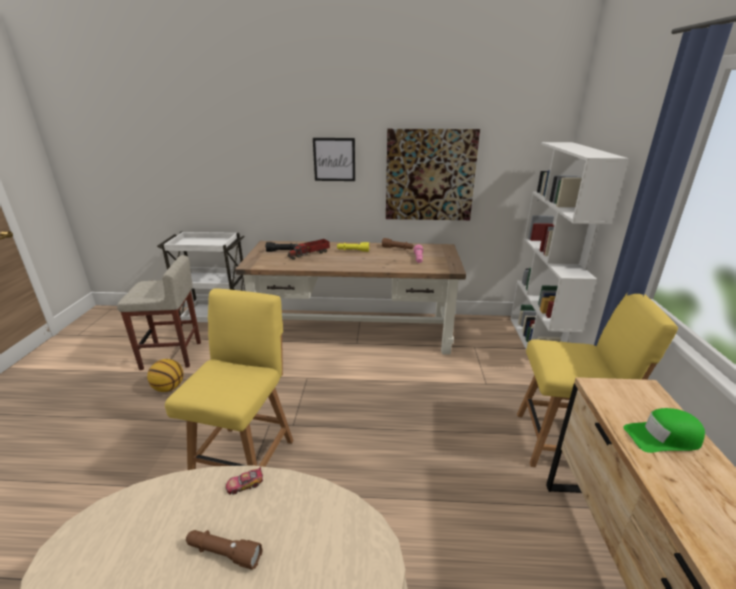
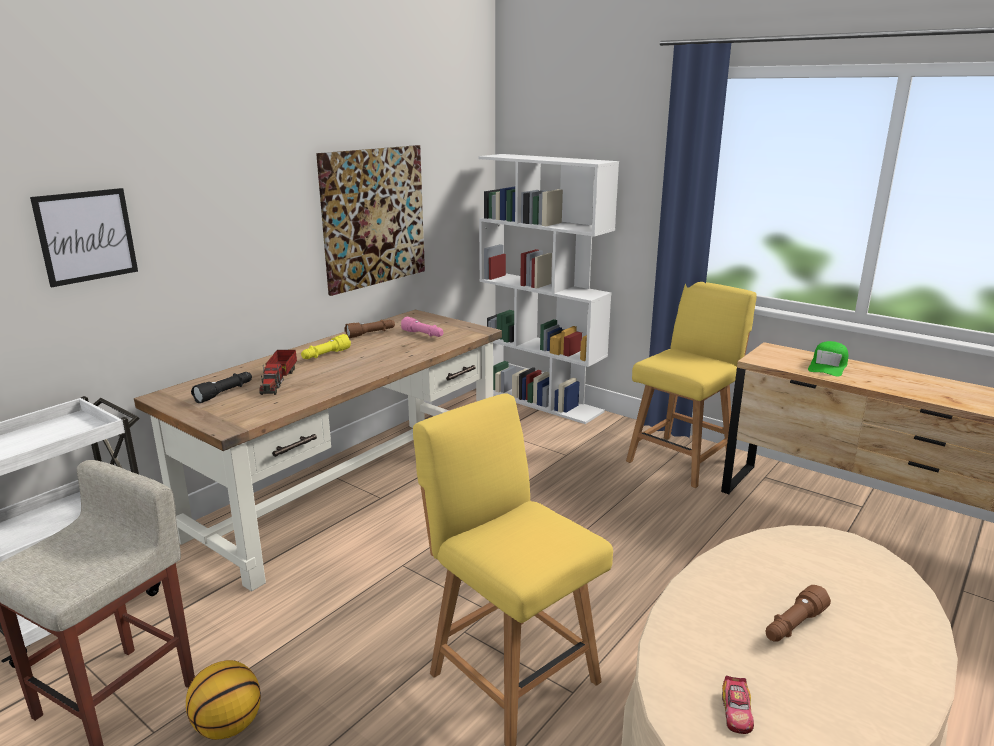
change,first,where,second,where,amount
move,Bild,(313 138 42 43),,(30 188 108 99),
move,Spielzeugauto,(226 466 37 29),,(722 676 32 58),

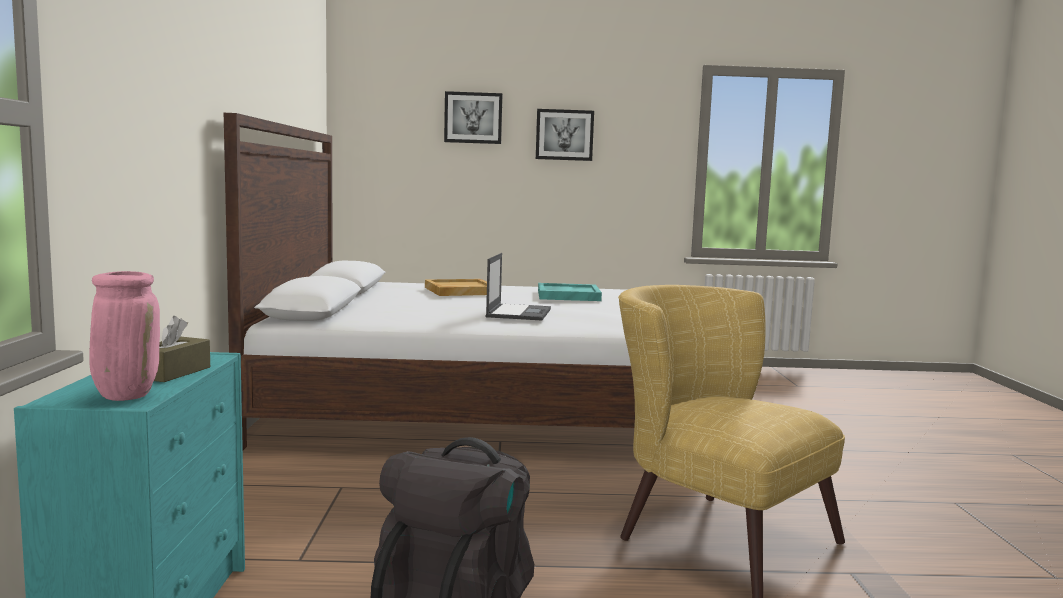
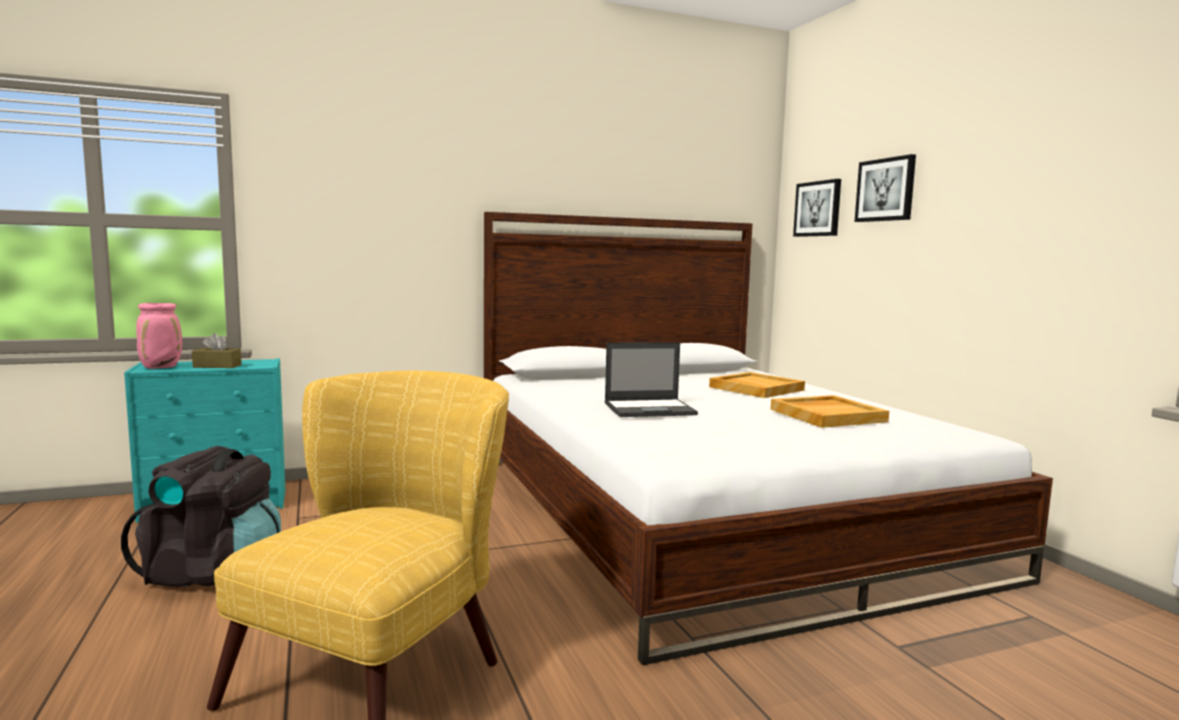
change,first,where,second,where,amount
recolor,Tablett/türkis,(538 283 64 18),Tablett/beige,(771 395 118 33),
move,Bild,(536 109 58 52),,(793 179 48 58),

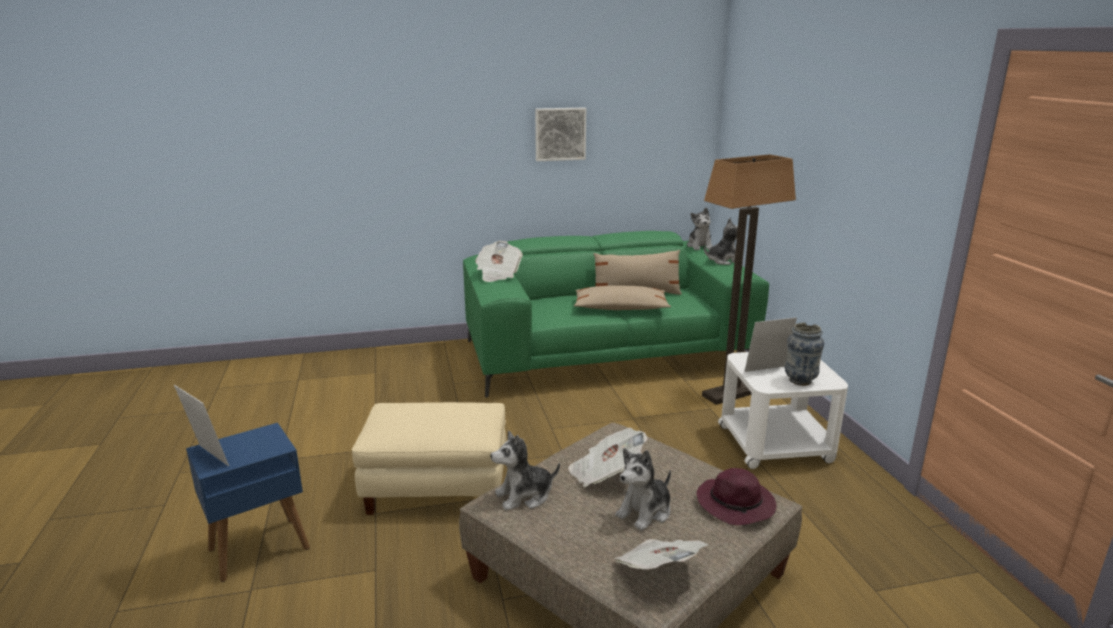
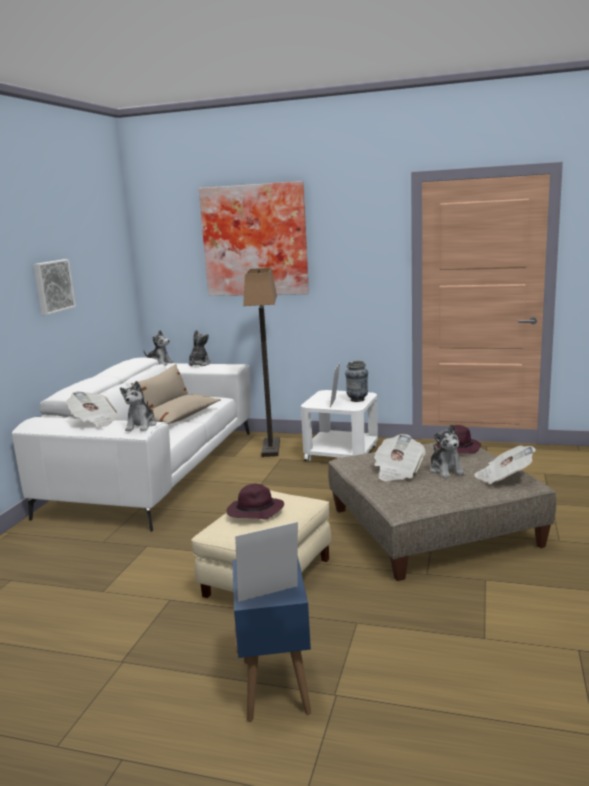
change,first,where,second,where,amount
recolor,Sofa/grün,(463 231 306 167),Sofa/weiß,(12 358 239 174),
move,Plüschtier,(491 431 69 80),,(120 381 37 50),
insert,,,Bild,(199 181 110 115),
insert,,,Hut/lila,(226 484 58 36),

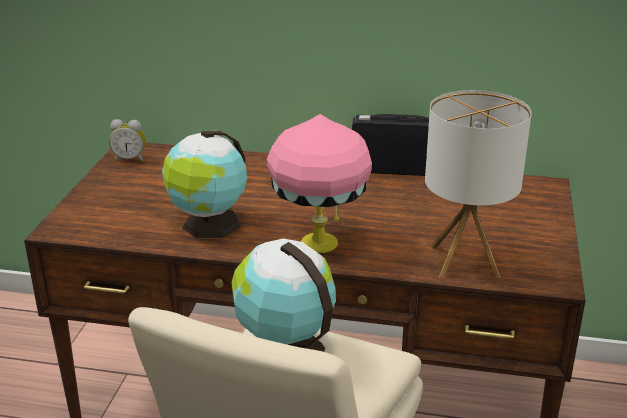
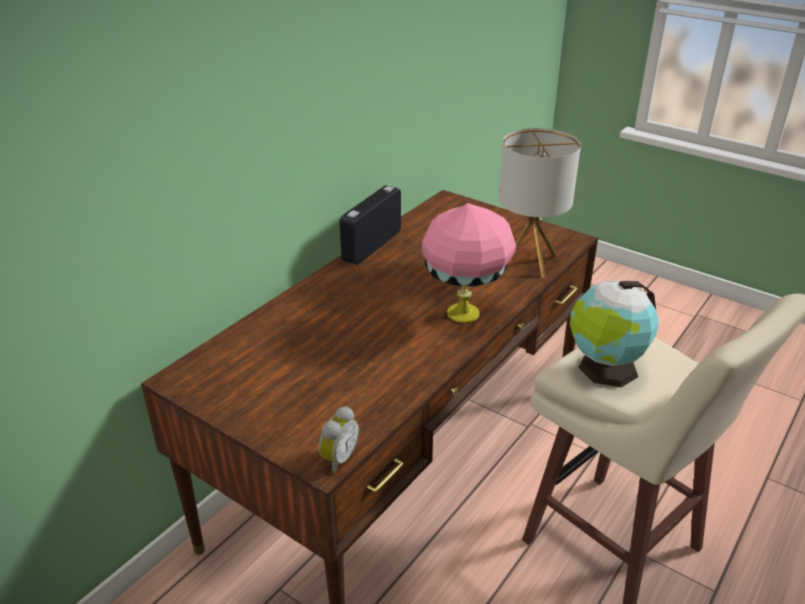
change,first,where,second,where,amount
move,Wecker,(109 119 37 43),,(319 406 40 67),
delete,Globus,(162 130 85 109),,,

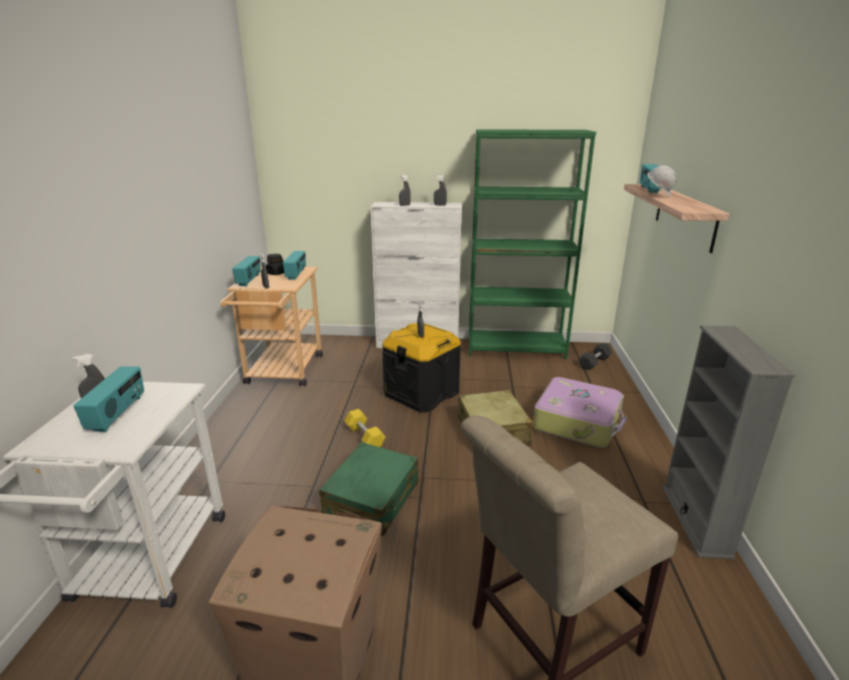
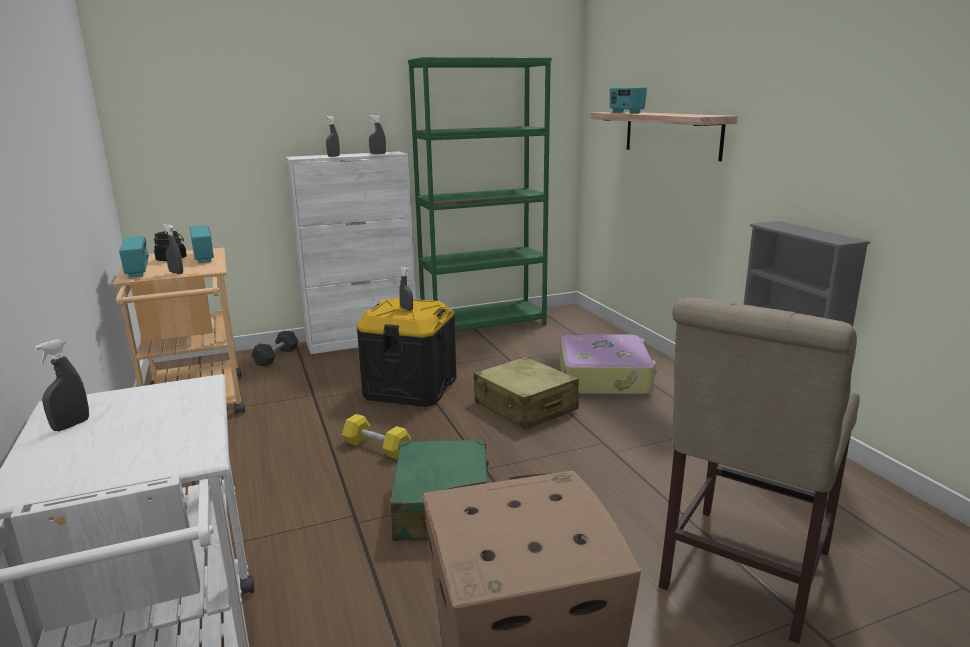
change,first,where,second,where,amount
move,Hantel/schwarz,(578 343 34 27),,(251 331 48 35),
delete,Radio,(74 366 70 66),,,
delete,Schutzhelm/weiß,(647 165 30 33),,,

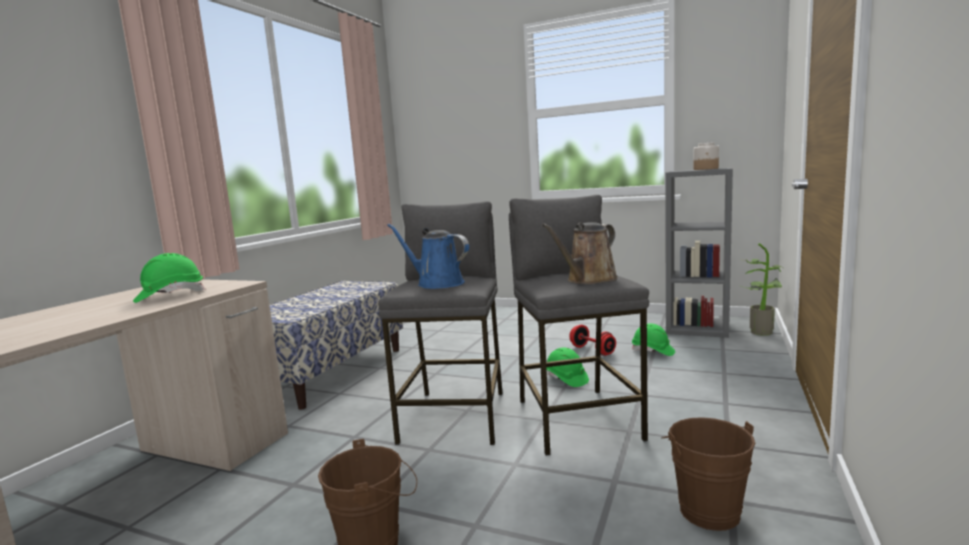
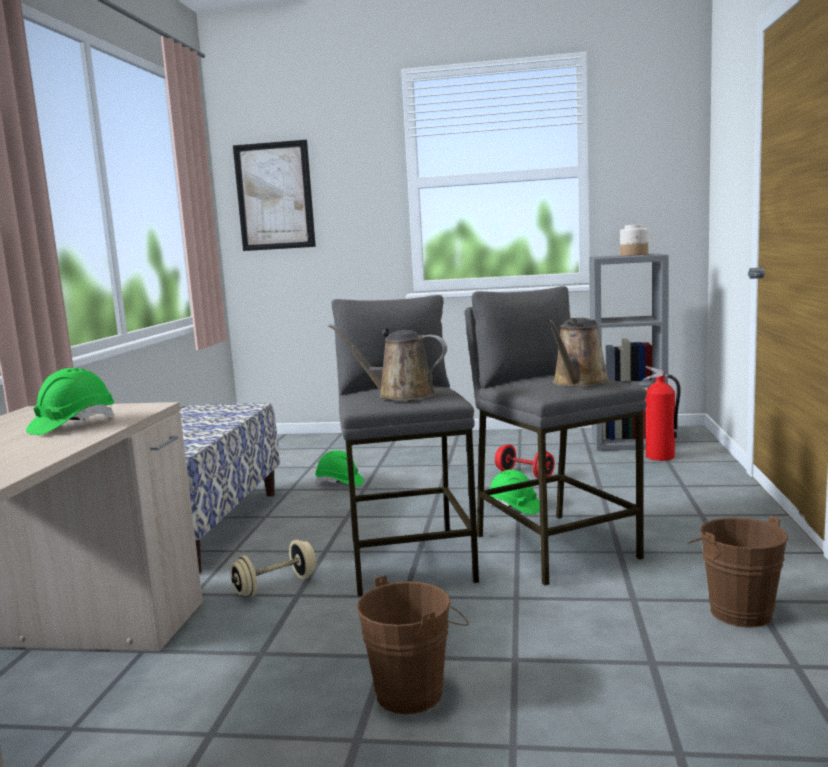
change,first,where,second,where,amount
insert,,,Hantel/beige,(230 540 86 57),
insert,,,Bild,(233 140 83 111),
move,Schutzhelm/grün,(632 323 43 33),,(315 450 49 37),
recolor,Gießkanne/blau,(387 224 82 65),Gießkanne/braun,(328 324 119 77),
insert,,,Feuerlöscher,(642 366 39 95),
delete,Topfpflanze,(739 243 43 93),,,

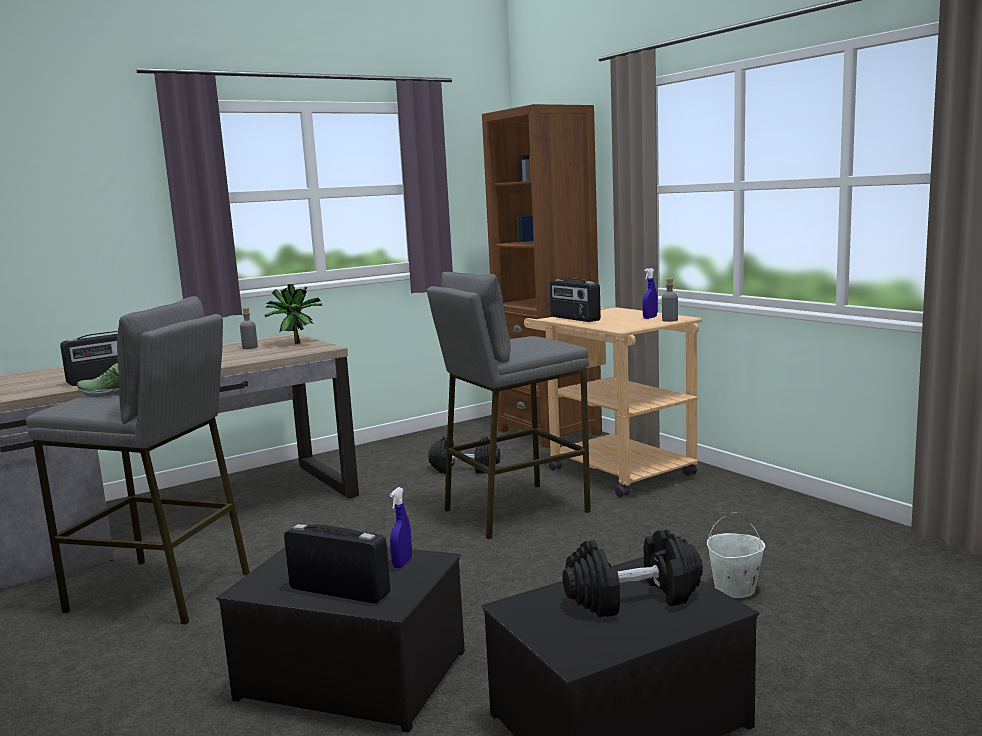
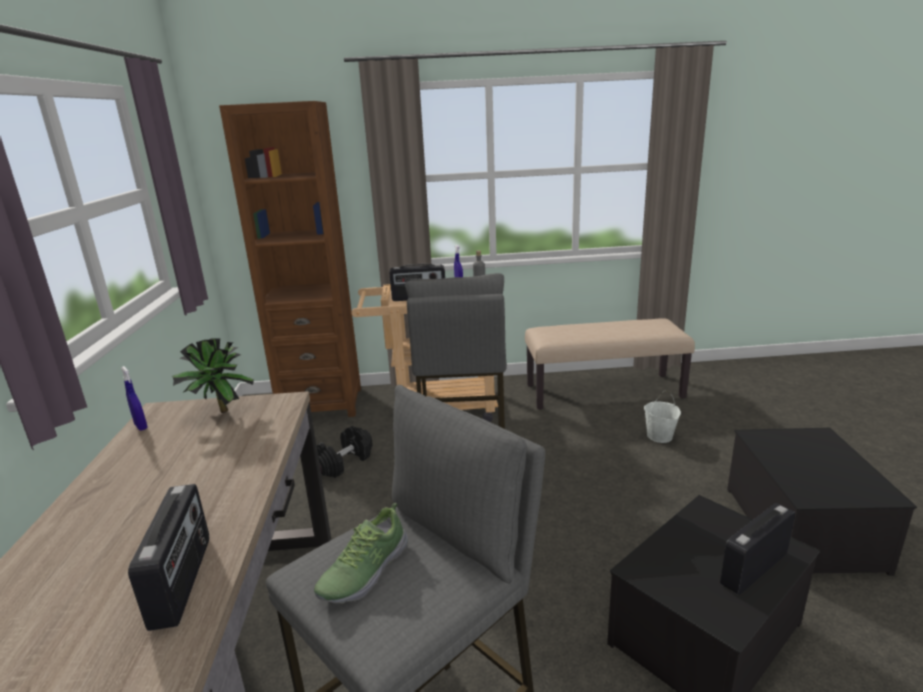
change,first,where,second,where,amount
move,Sprühflasche/blau,(390 487 22 81),,(121 366 26 64),
insert,,,Bank/beige,(525 319 170 90),
delete,Flasche/grau,(240 308 18 41),,,
delete,Hantel/schwarz,(562 530 141 87),,,

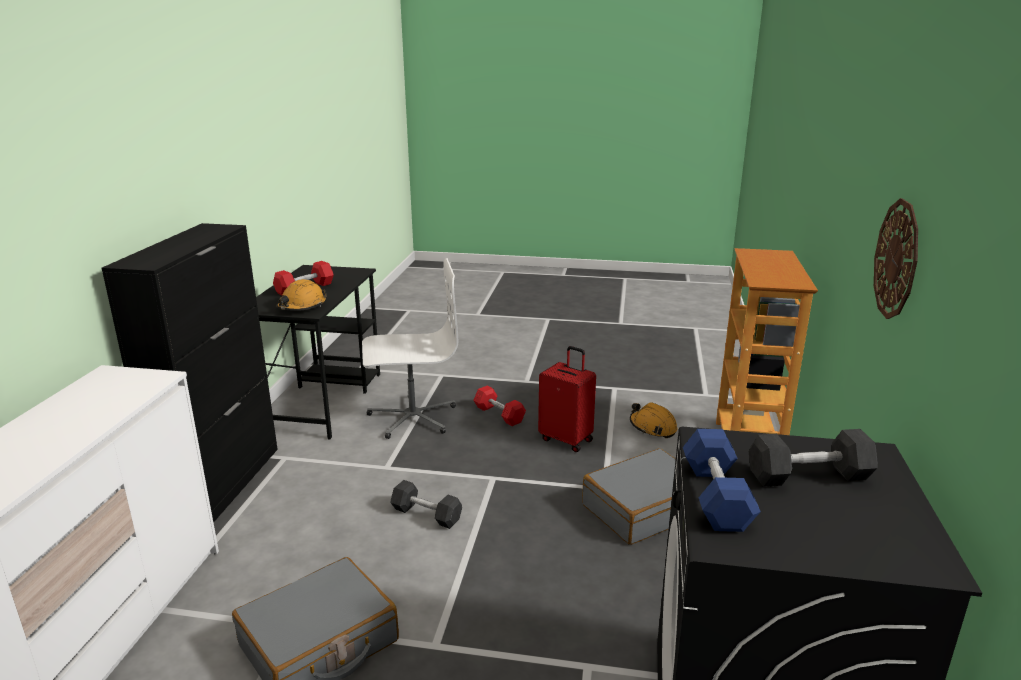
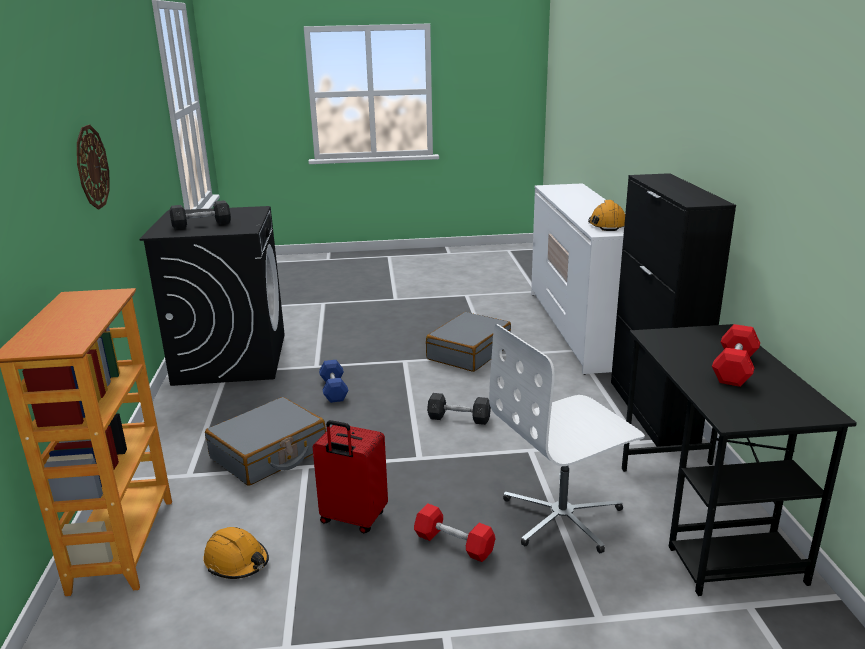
change,first,where,second,where,amount
move,Hantel/blau,(683 429 78 103),,(319 360 29 43),
move,Schutzhelm/orange,(276 279 51 32),,(588 200 37 31),

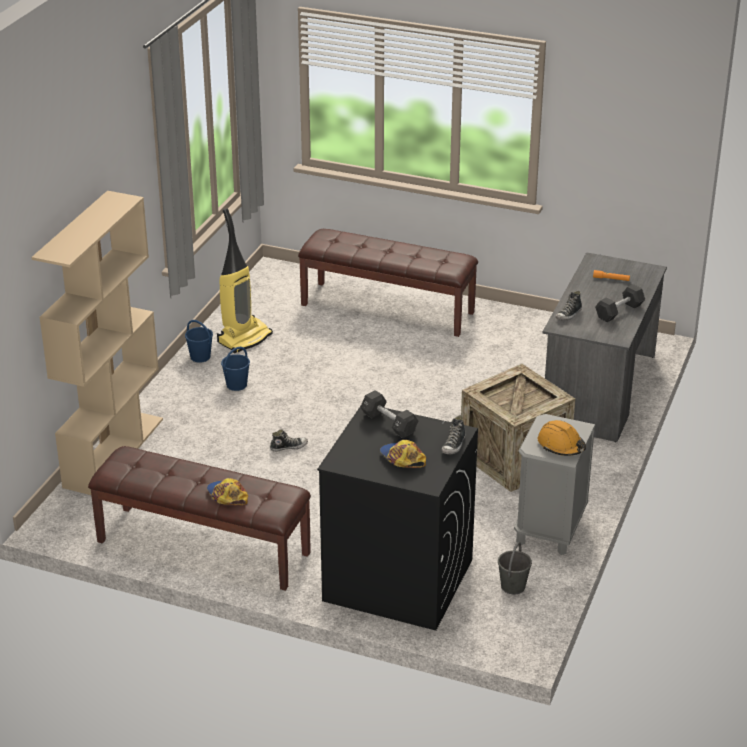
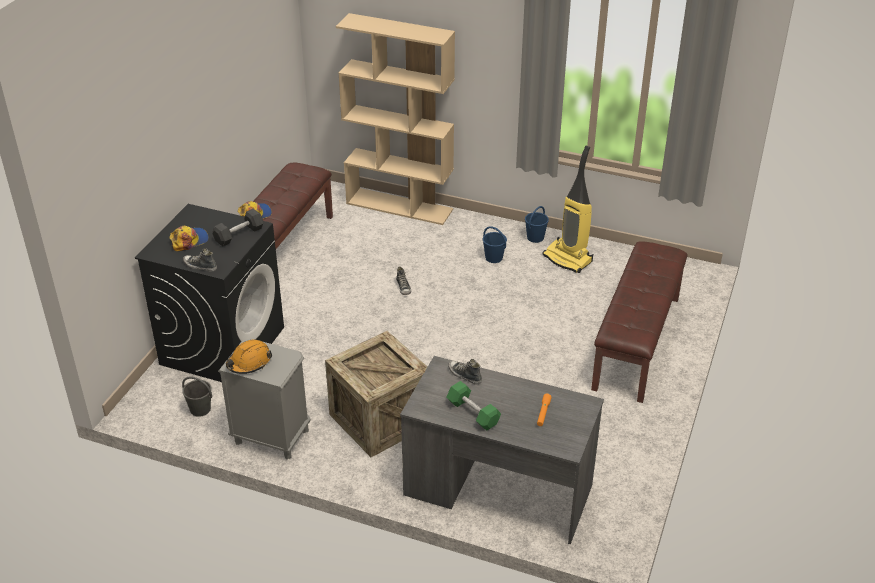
change,first,where,second,where,amount
recolor,Hantel/schwarz,(595 284 50 38),Hantel/grün,(446 381 55 50),

